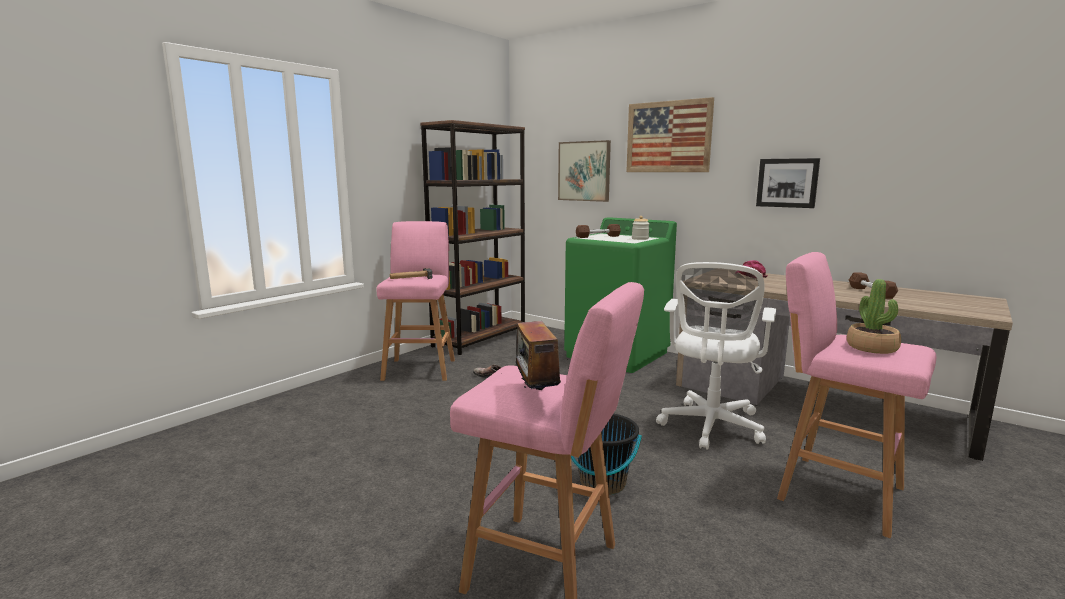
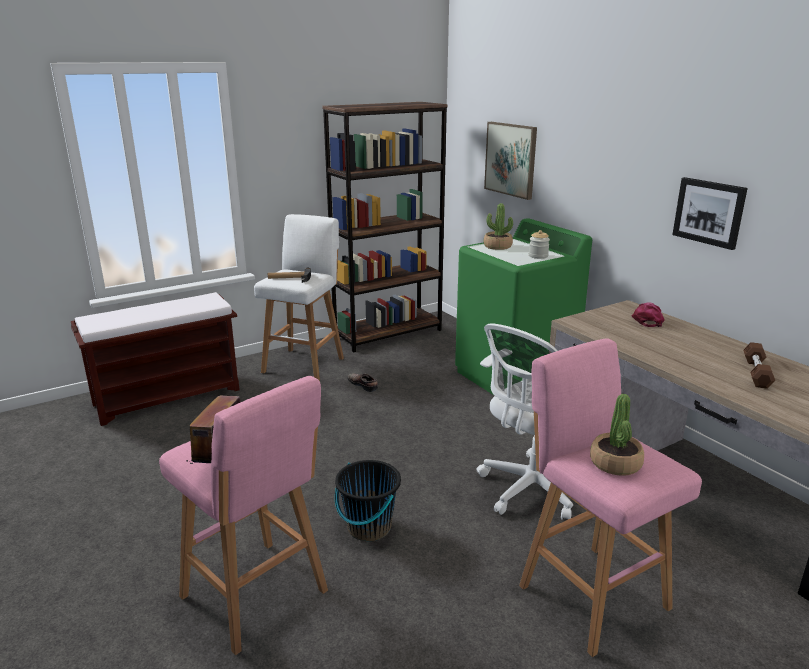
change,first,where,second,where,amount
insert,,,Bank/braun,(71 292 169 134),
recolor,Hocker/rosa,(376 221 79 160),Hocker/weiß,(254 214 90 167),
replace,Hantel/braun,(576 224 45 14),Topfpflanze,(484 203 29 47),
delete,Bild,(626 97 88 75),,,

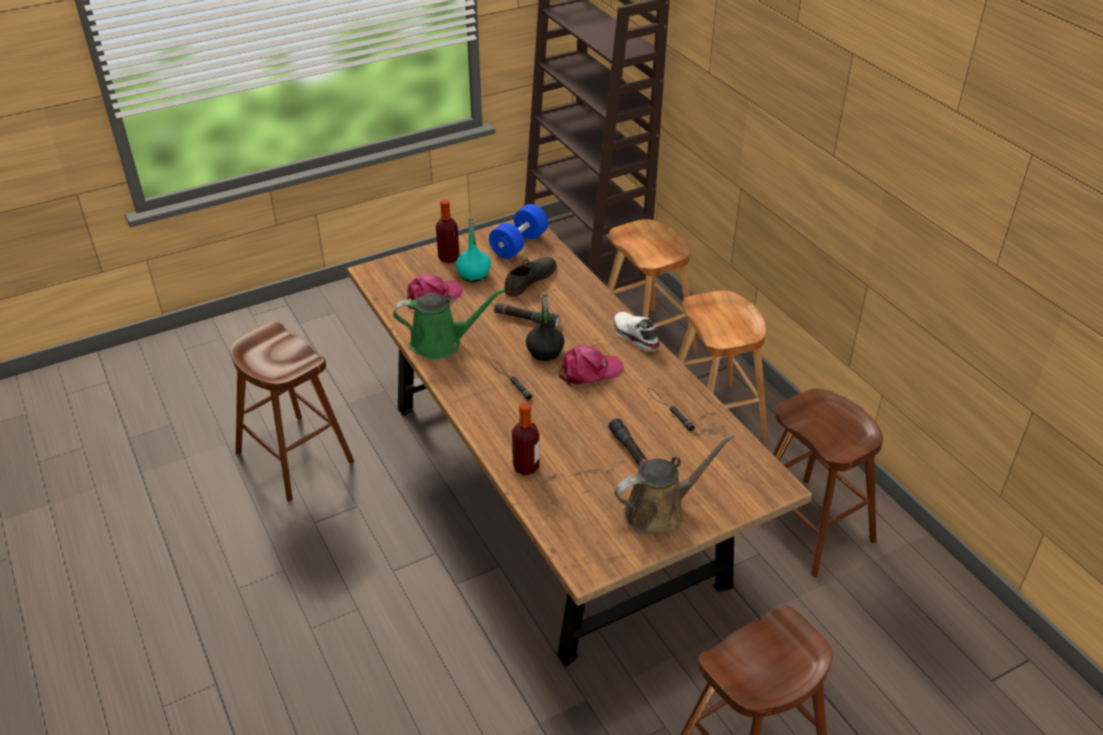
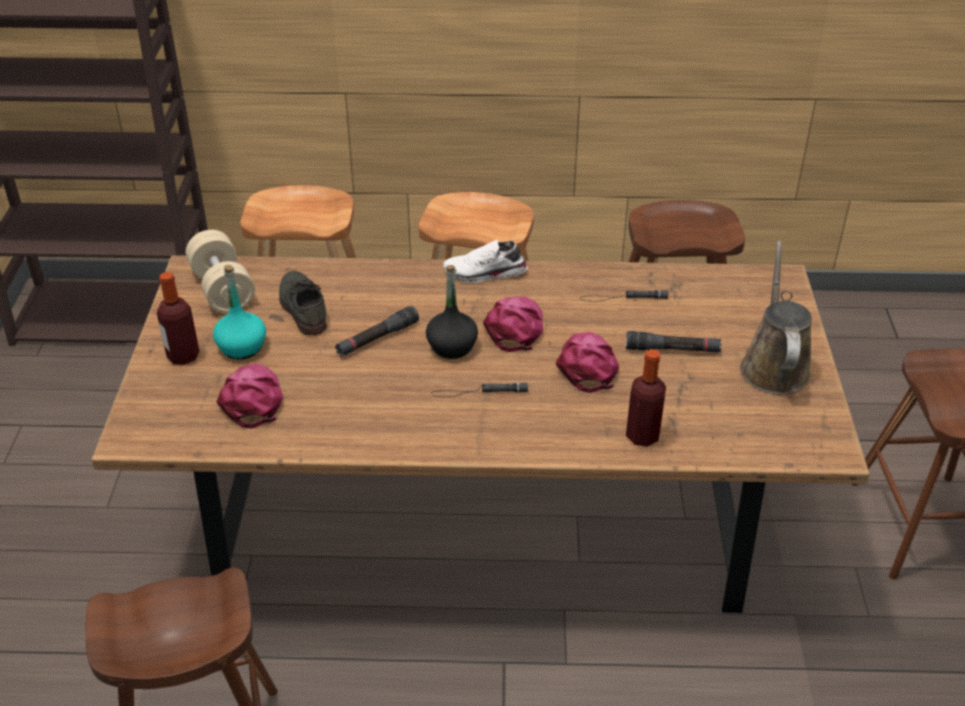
change,first,where,second,where,amount
recolor,Hantel/blau,(489 204 59 55),Hantel/beige,(186 230 69 83),
insert,,,Kappe/rosa,(556 332 63 61),
delete,Gießkanne/grün,(393 289 112 70),,,

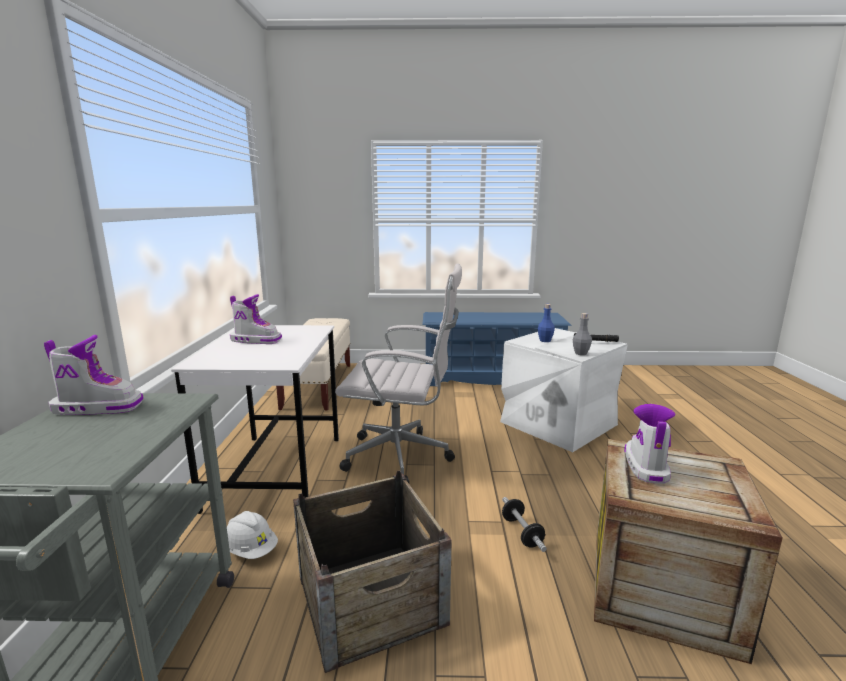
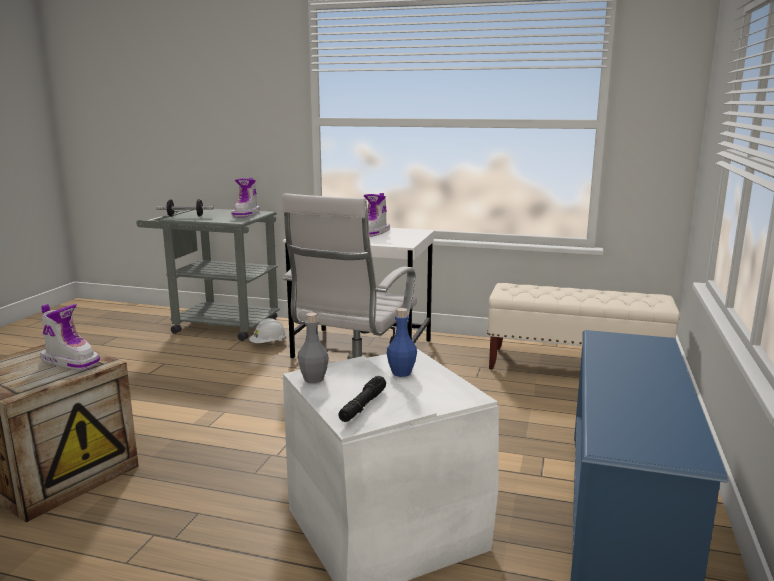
change,first,where,second,where,amount
move,Hantel,(502 497 45 55),,(156 199 58 18),
delete,Kiste,(293 471 159 202),,,

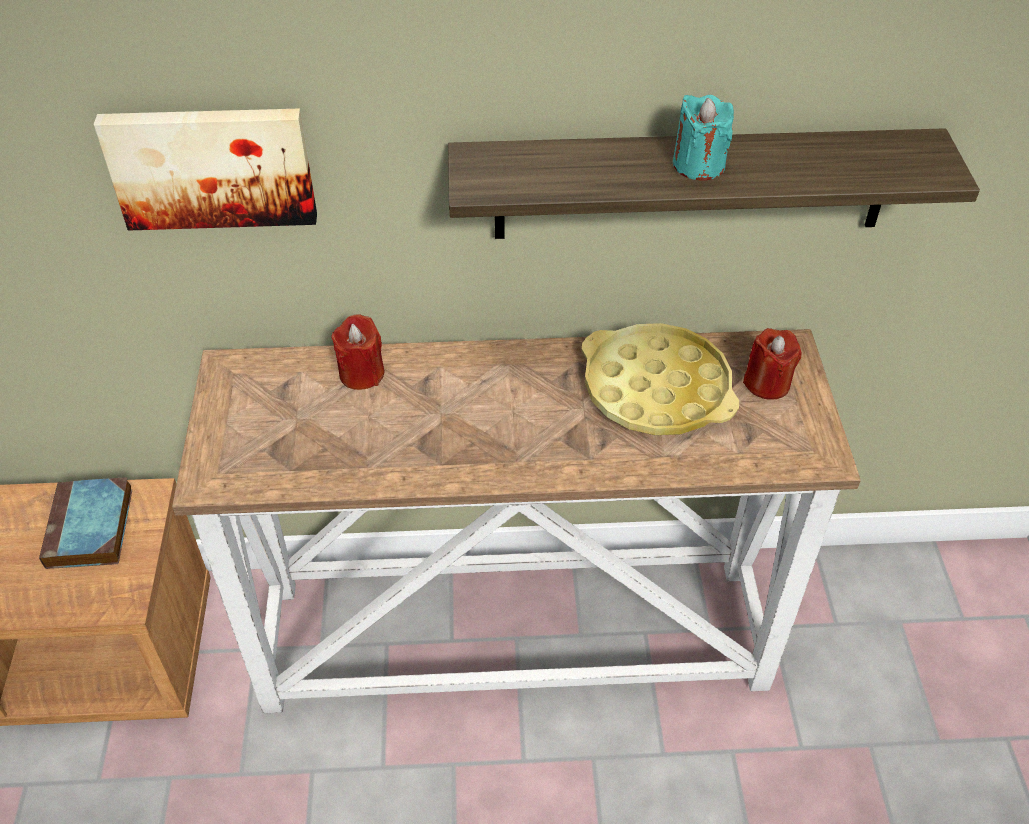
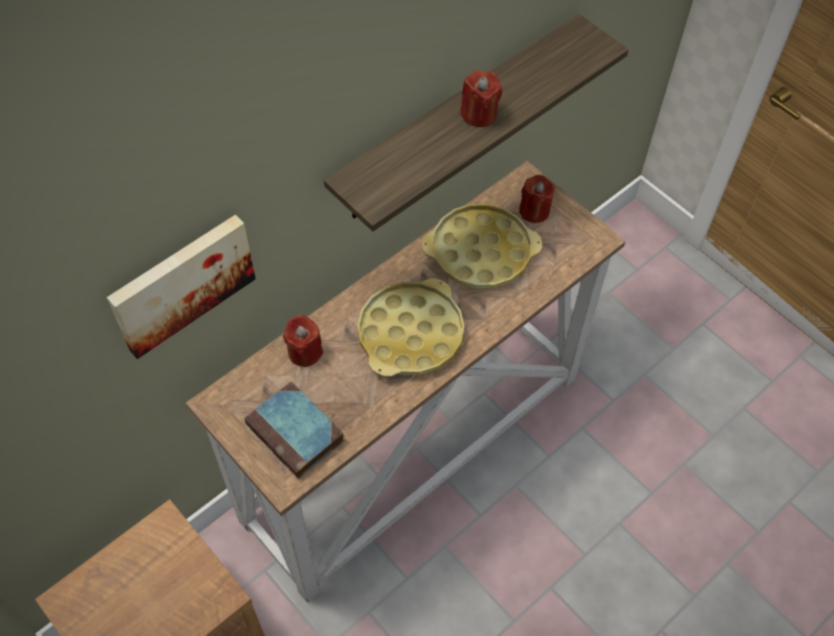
change,first,where,second,where,amount
move,Buch,(39 477 93 92),,(244 382 100 97),
insert,,,Tablett/gelb,(357 278 107 99),
recolor,Kerze/türkis,(673 95 61 85),Kerze/rot,(460 70 42 57),

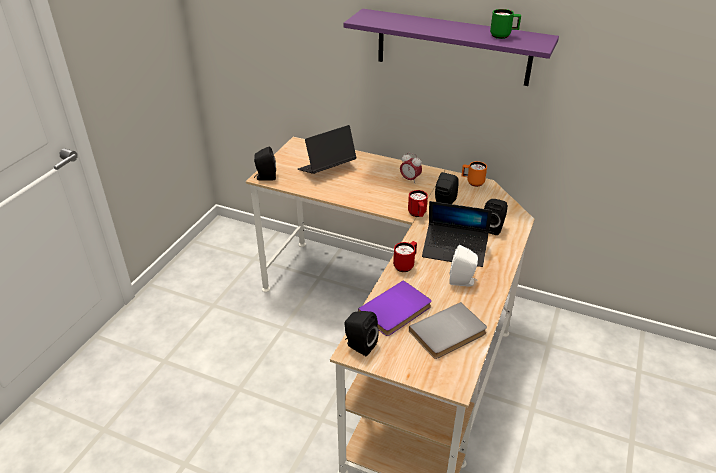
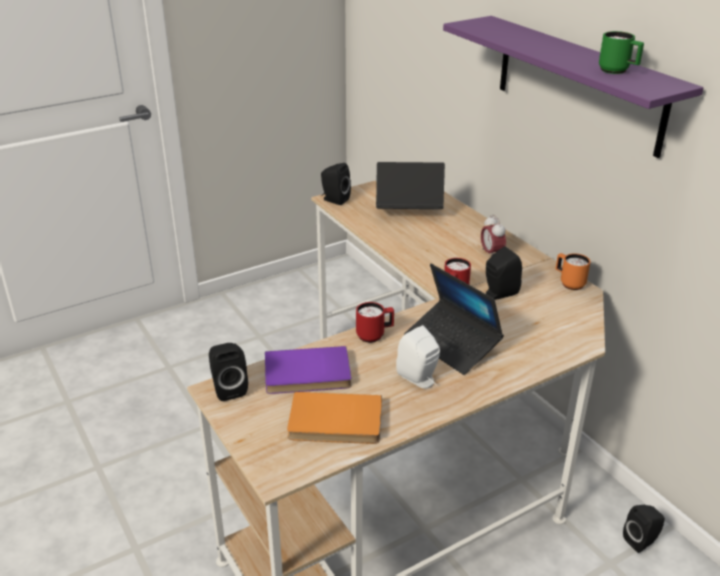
change,first,where,second,where,amount
recolor,Buch/grau,(409 302 78 57),Buch/orange,(287 392 95 52),
move,Lautsprecher/schwarz,(484 199 24 36),,(623 505 42 48),

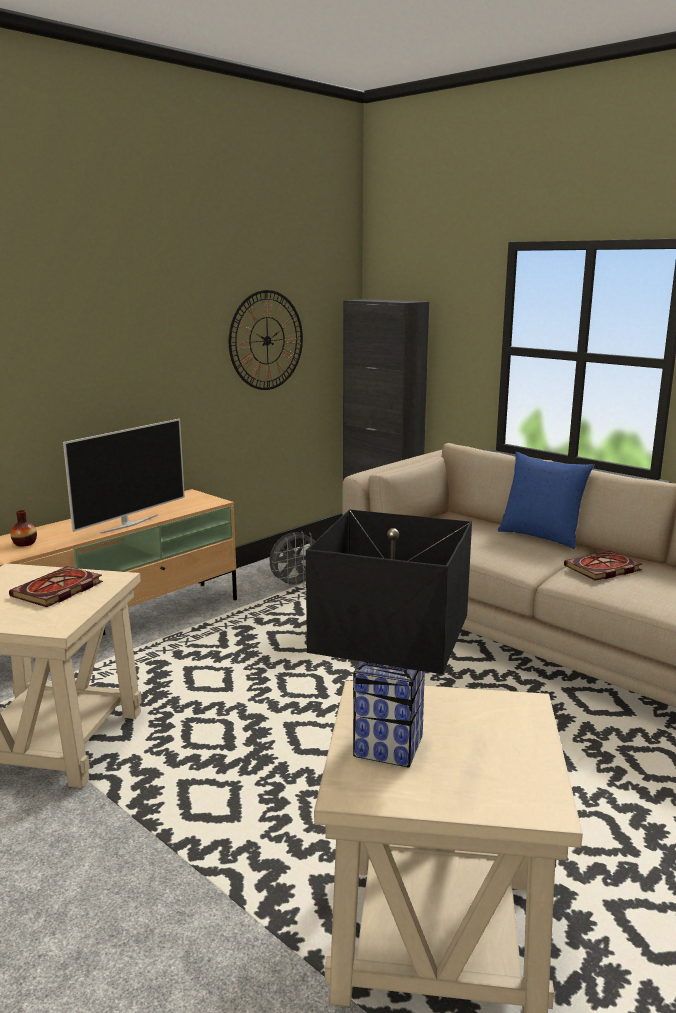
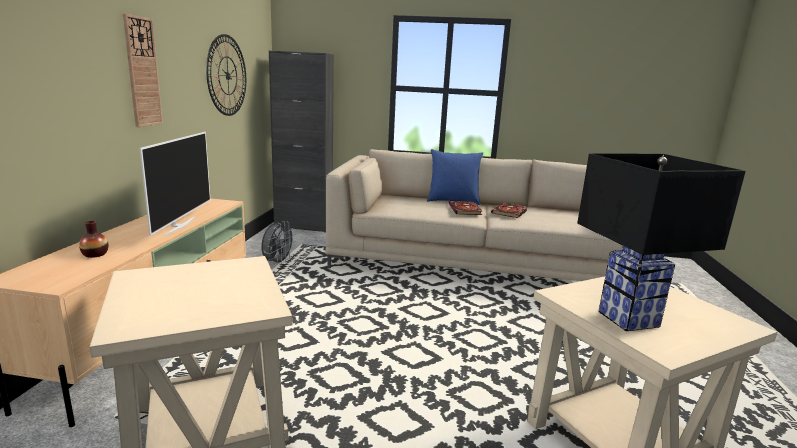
change,first,where,second,where,amount
insert,,,Wanduhr,(123 14 40 113),
move,Buch,(9 566 94 41),,(448 201 35 14),

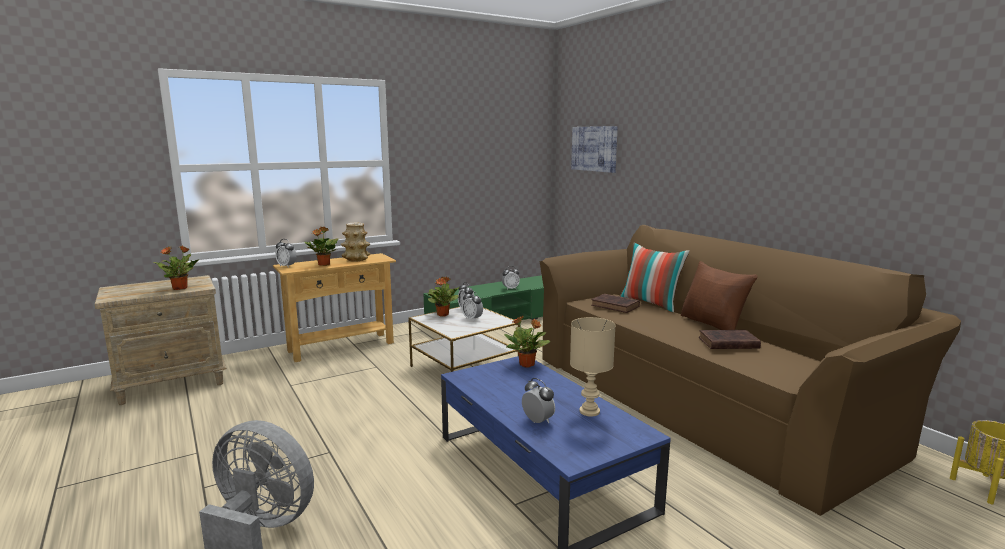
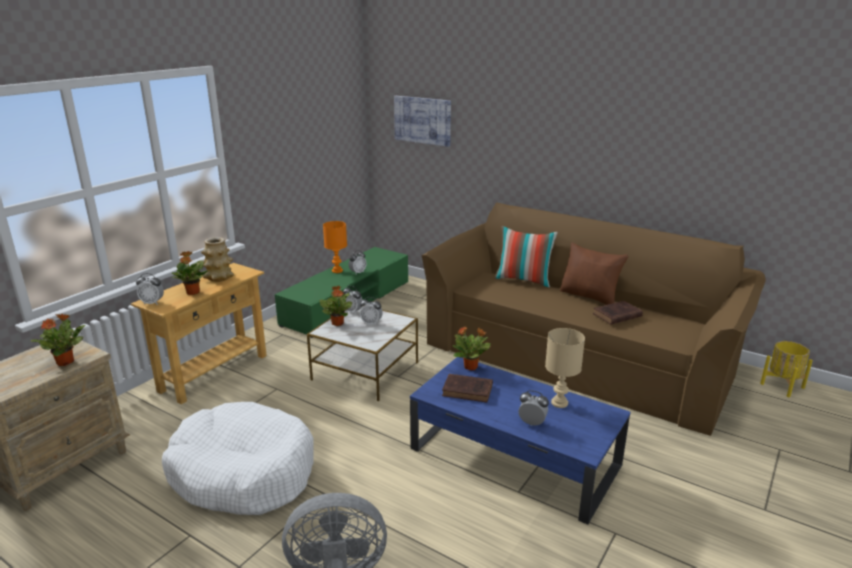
change,first,where,second,where,amount
insert,,,Hundebett/weiß,(162 402 152 113),
insert,,,Tischlampe/orange,(323 221 24 52),
move,Buch/braun,(591 294 49 19),,(442 374 51 29),

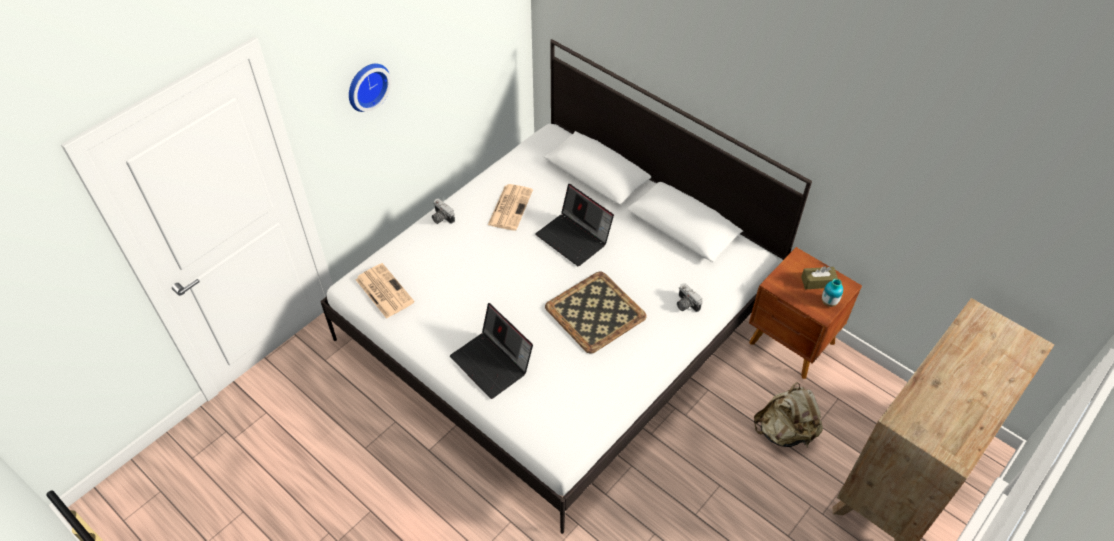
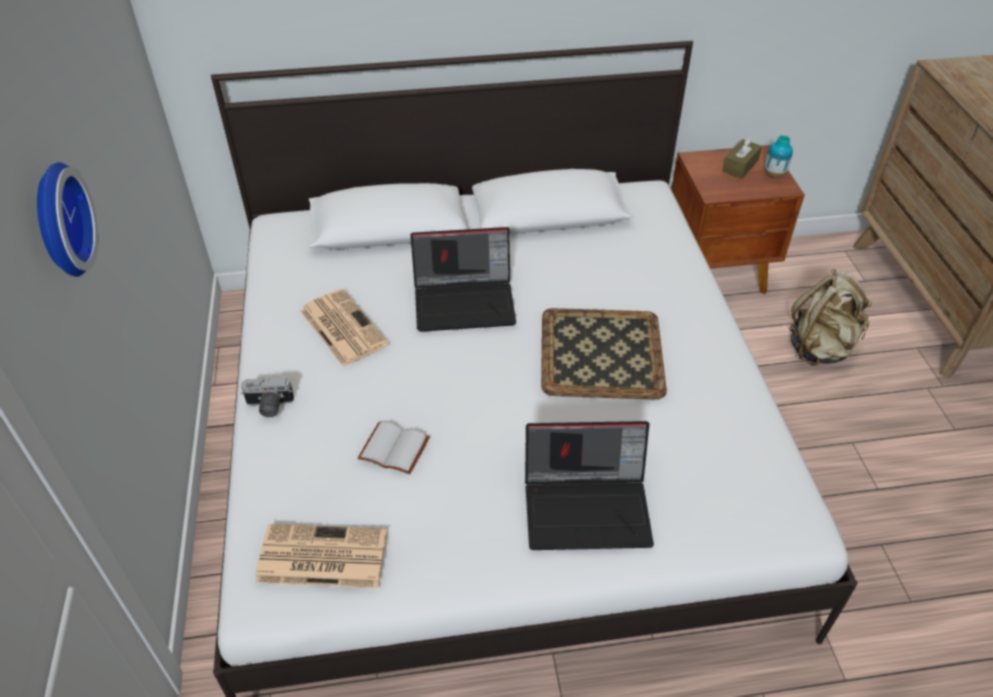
change,first,where,second,where,amount
insert,,,Buch/weiß,(358 422 72 53),
delete,Kamera,(677 283 25 29),,,

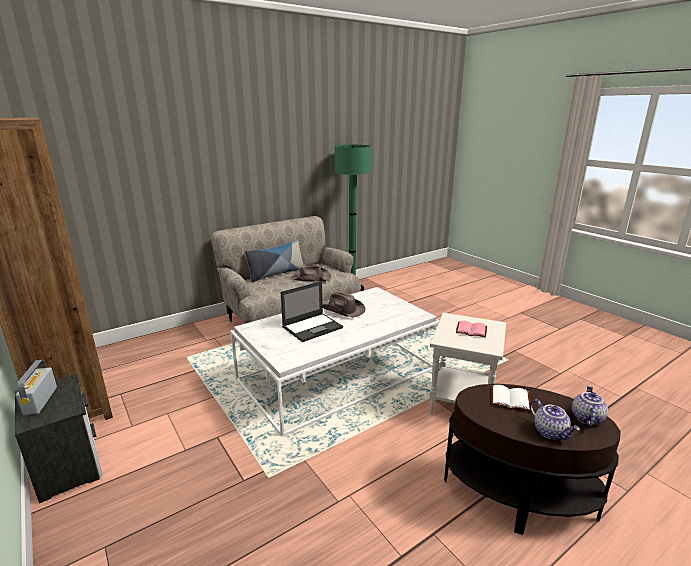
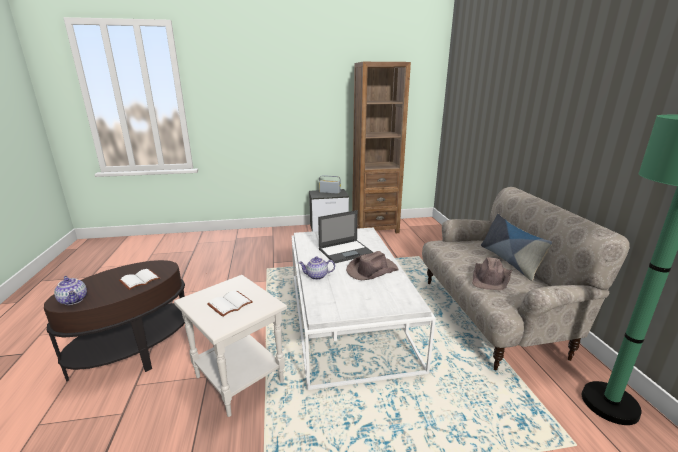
change,first,where,second,where,amount
recolor,Buch/rosa,(456 321 31 17),Buch/weiß,(207 290 46 27),
move,Teekanne,(529 399 51 41),,(298 257 37 23),
rotate,Laptop,(281 281 62 61),,(318 210 55 53),105 degrees counterclockwise

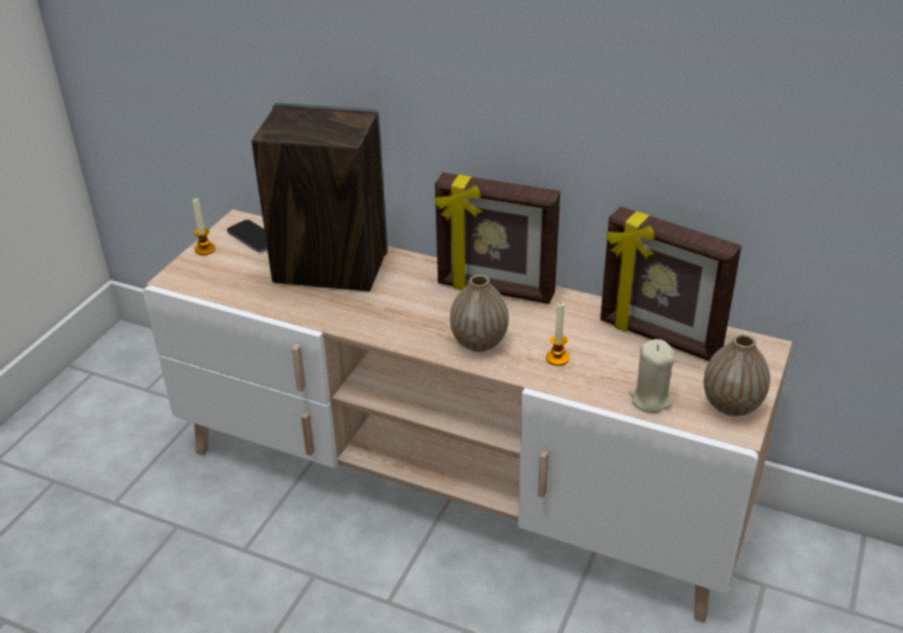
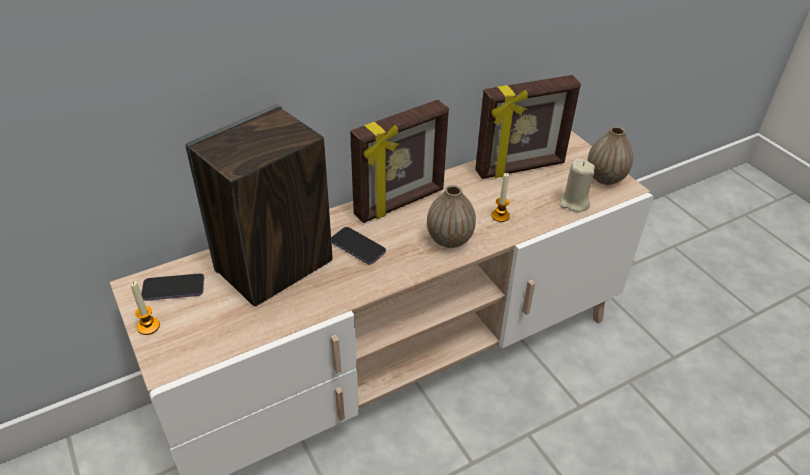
change,first,where,second,where,amount
insert,,,Handy,(331 227 55 37),

